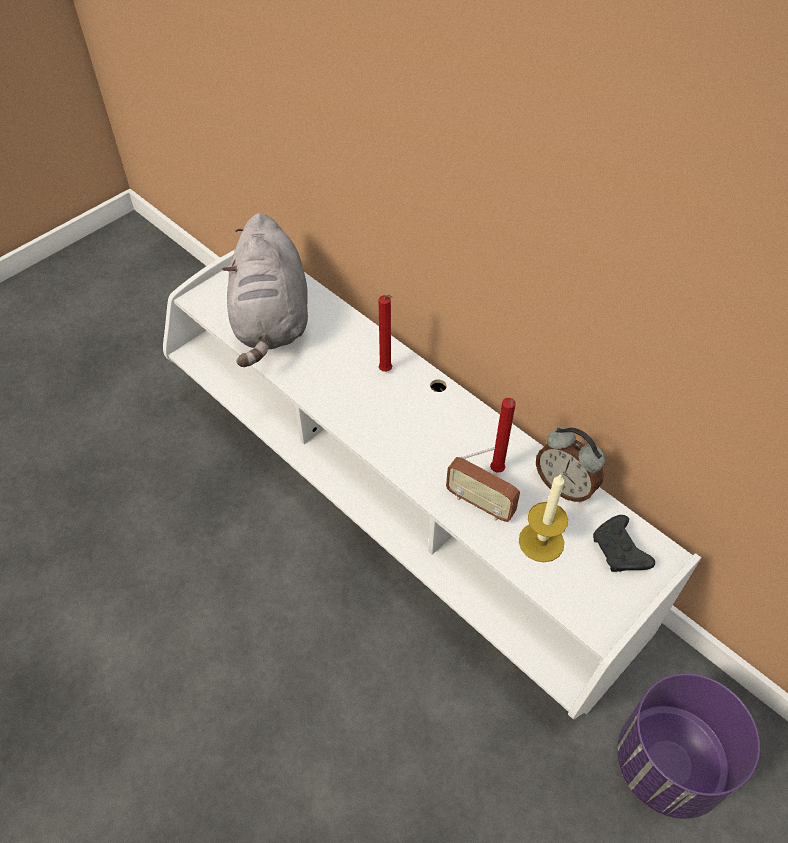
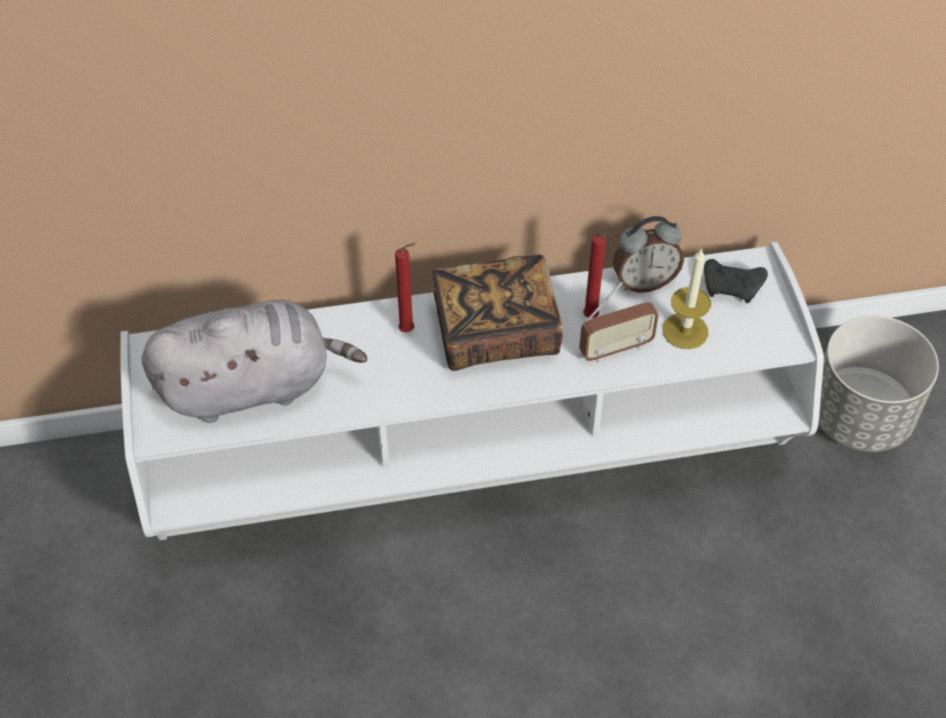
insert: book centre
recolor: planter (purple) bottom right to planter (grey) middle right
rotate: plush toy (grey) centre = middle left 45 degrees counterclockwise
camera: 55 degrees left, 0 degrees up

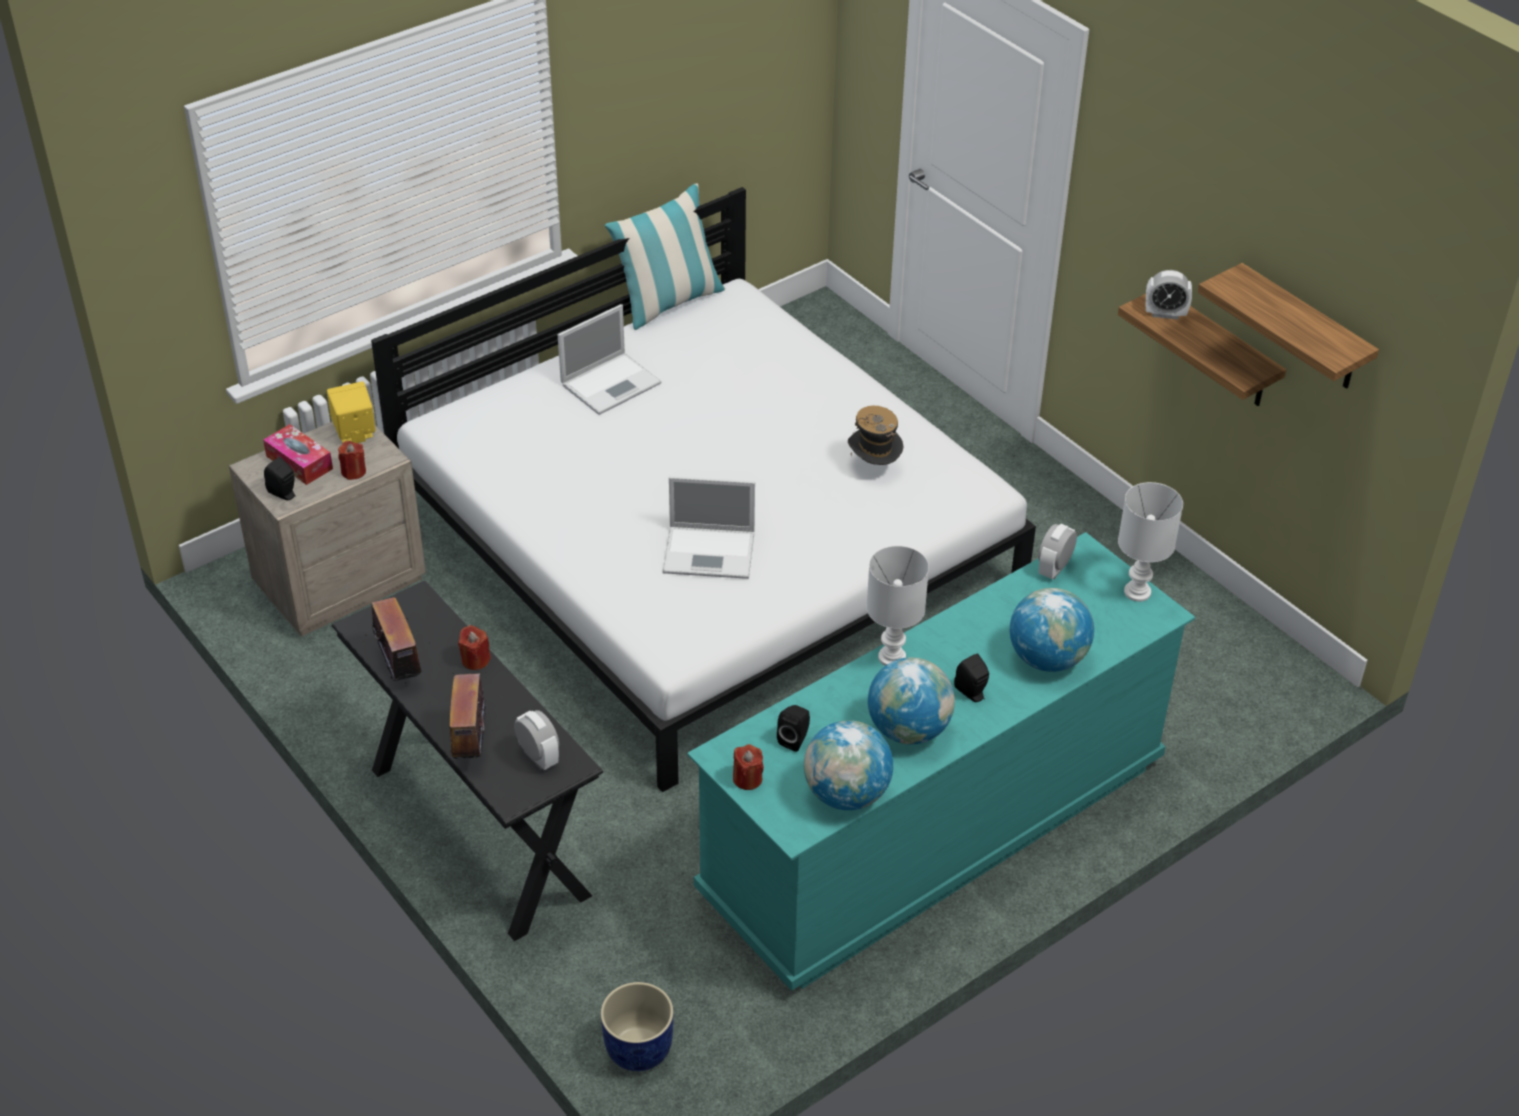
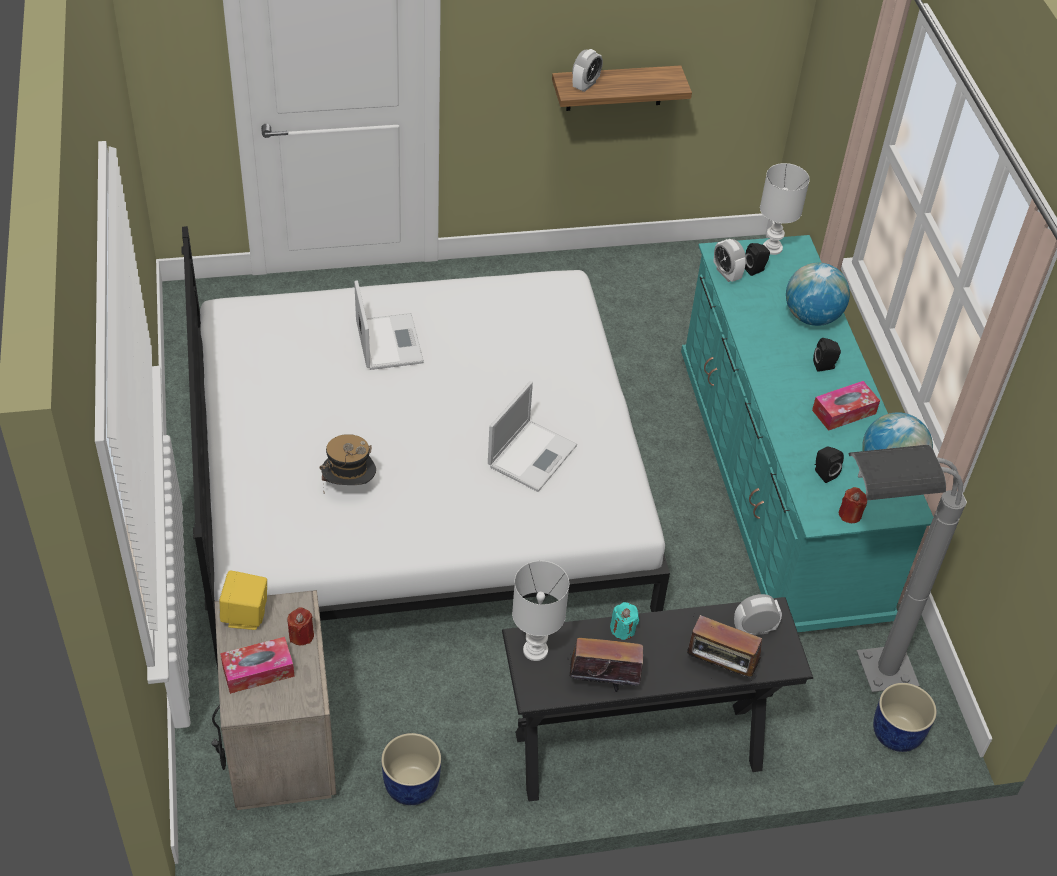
delete: pillow top centre; shelf (2nd from left) top right
insert: planter (blue) (1st from left) bottom centre; floor lamp (grey) middle right
move: speaker (black) (1st from left) middle left to top right; laptop (1st from left) top centre to centre; hat centre to middle left; table lamp (white) (1st from left) centre to bottom centre
replace: globe (2nd from left) centre to tissue box (2nd from left) middle right
recolor: candle (red) (2nd from left) middle left to candle (turquoise) bottom centre
camera: 65 degrees left, 5 degrees up

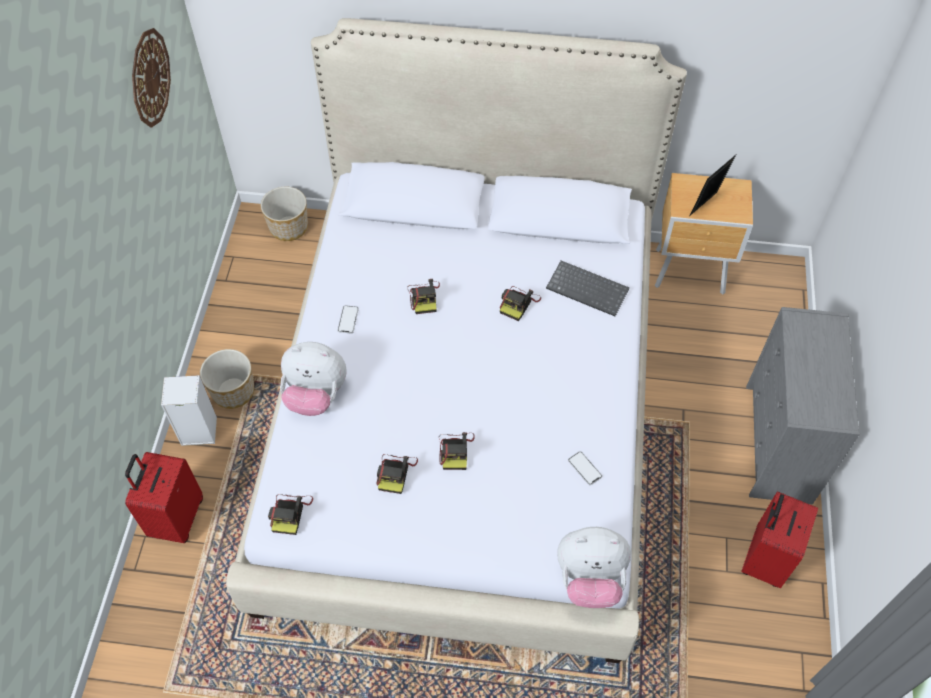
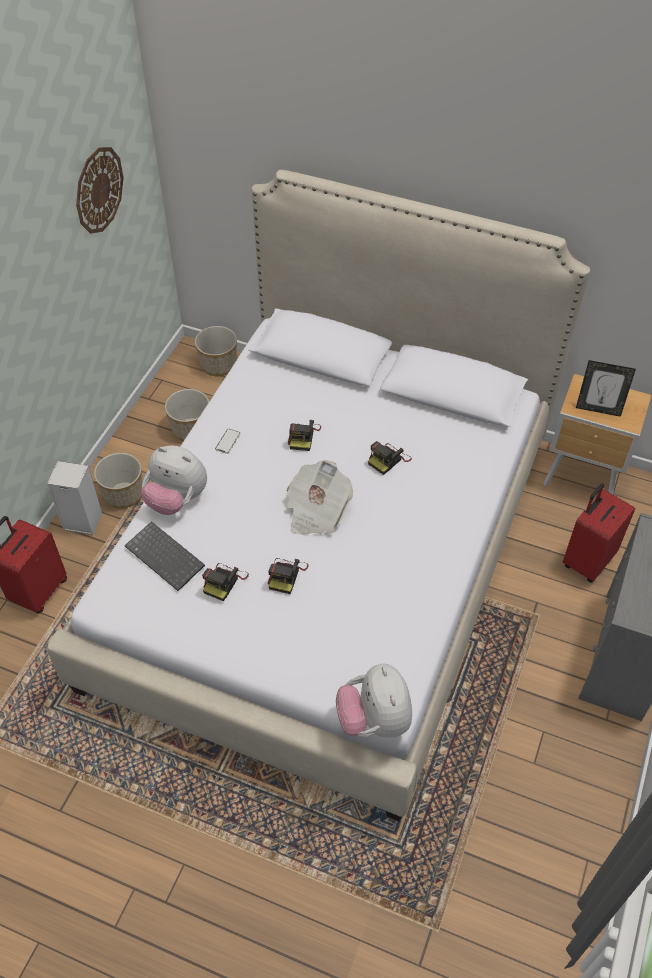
delete: photo camera (1st from left) bottom left; phone (2nd from left) bottom centre
insert: planter (2nd from left) middle left; newspaper centre
move: keyboard centre to middle left; suitcase (red) (2nd from left) bottom right to middle right
rotate: plush toy (2nd from left) bottom centre = bottom centre 60 degrees clockwise; picture frame top right = middle right 135 degrees counterclockwise
camera: 15 degrees right, 5 degrees down

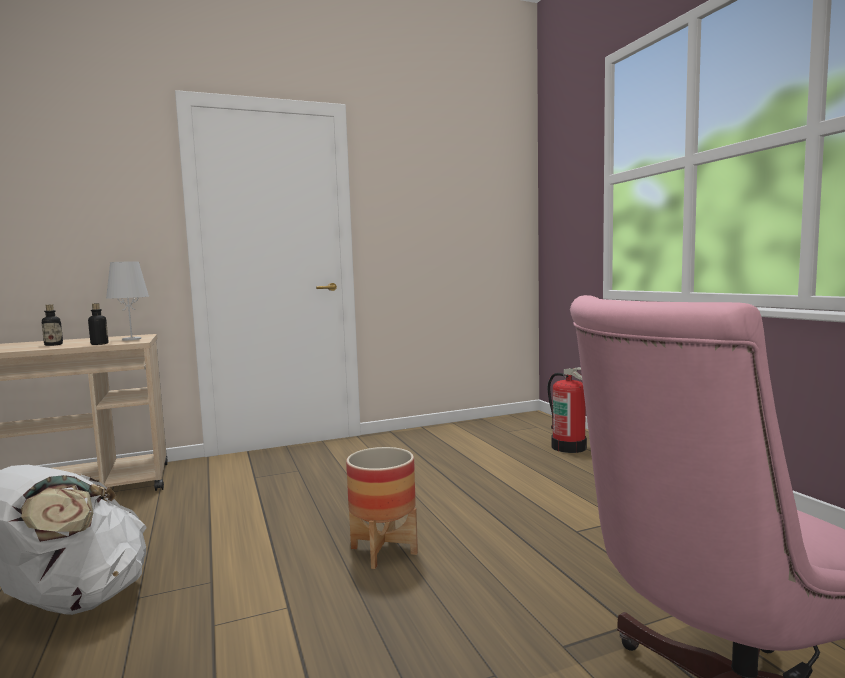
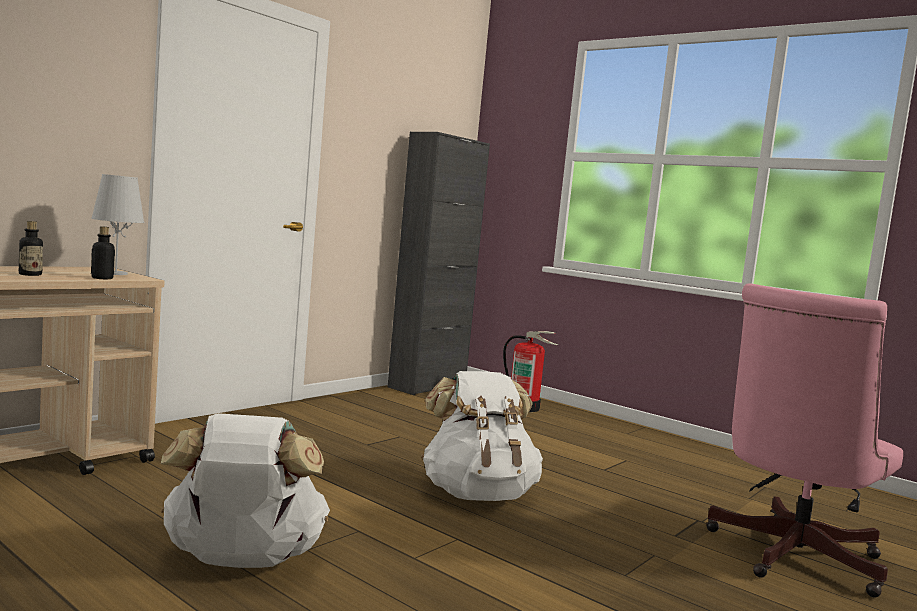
insert: cabinet (black) centre
replace: planter bottom centre to backpack (white) (2nd from left) bottom centre
camera: 30 degrees left, 0 degrees up

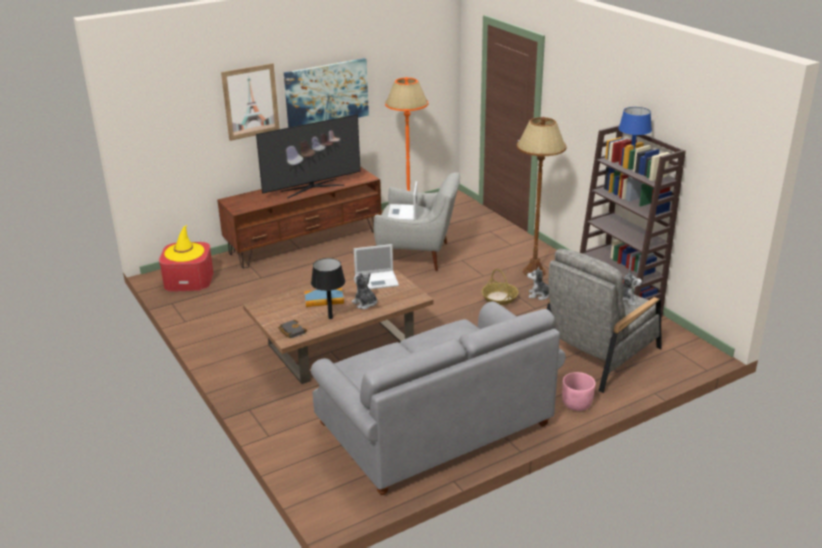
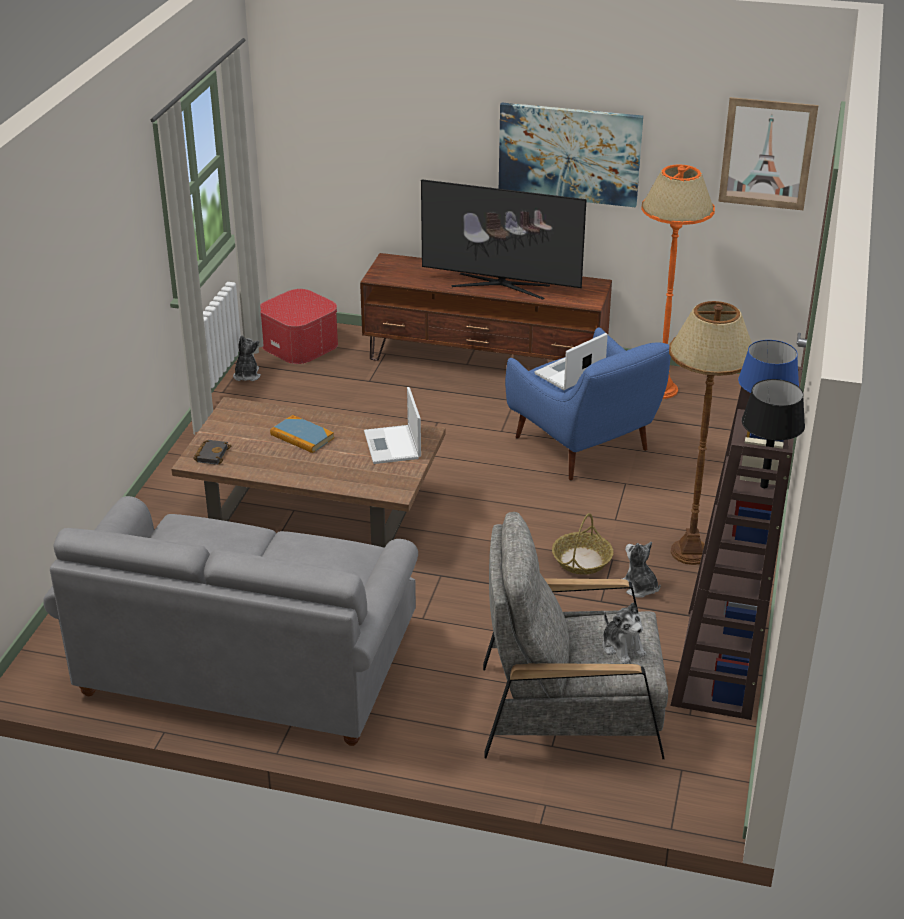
delete: hat (yellow) middle left; planter (pink) bottom right
move: picture (1st from left in the first image) top left to picture (2nd from left) top right; table lamp (black) centre to middle right; plush toy (1st from left) centre to middle left
recolor: armchair (grey) (1st from left) centre to armchair (blue) centre
rotate: laptop (1st from left) centre = centre 45 degrees clockwise
camera: 45 degrees right, 5 degrees up

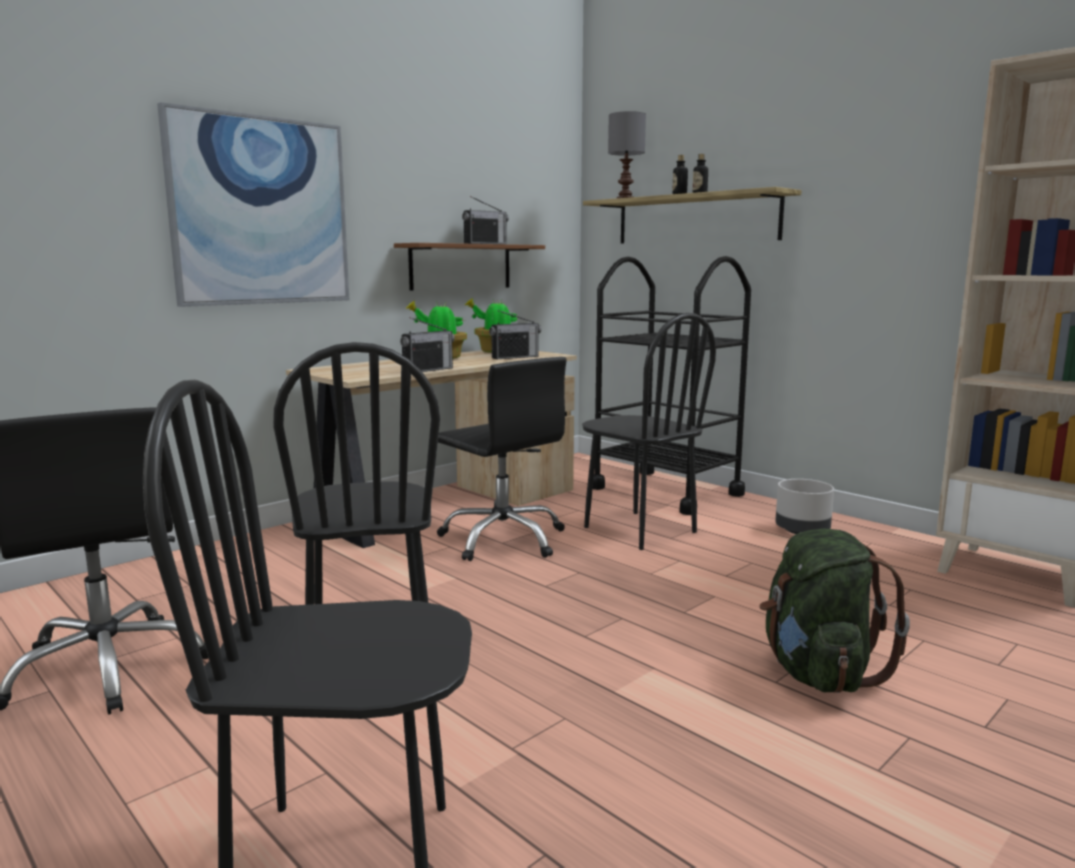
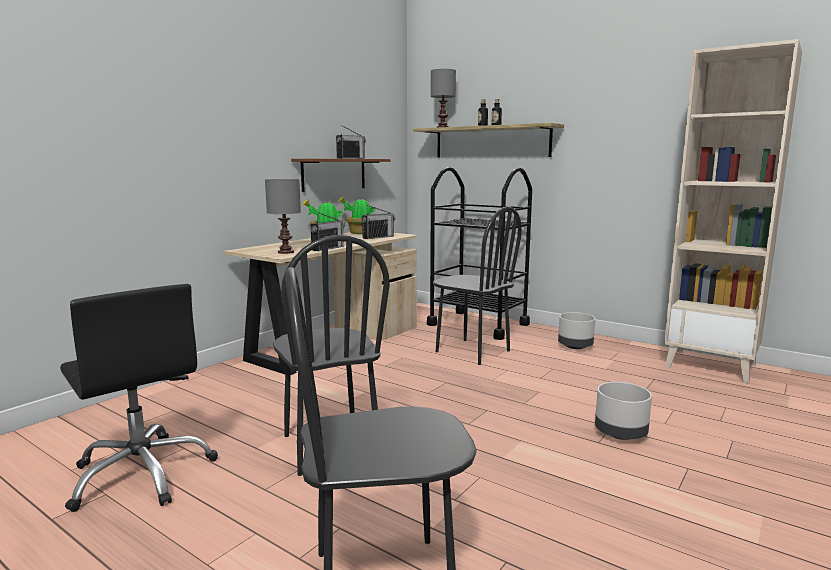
delete: picture top left; office chair (black) (2nd from left) centre
insert: table lamp (grey) (1st from left) centre
replace: backpack (green) bottom right to planter (grey) (2nd from left) bottom right
camera: 10 degrees left, 0 degrees up

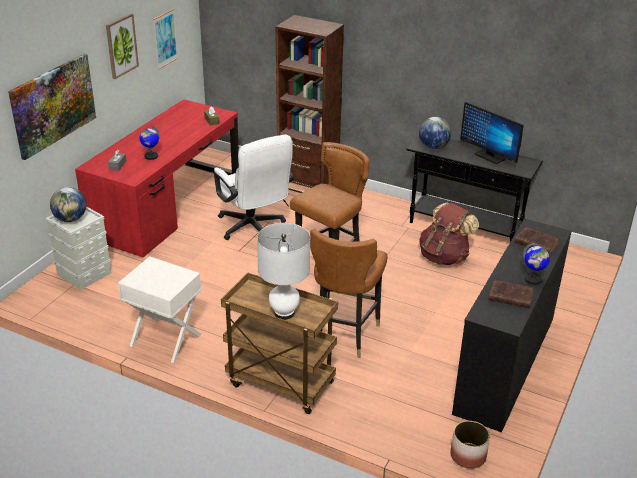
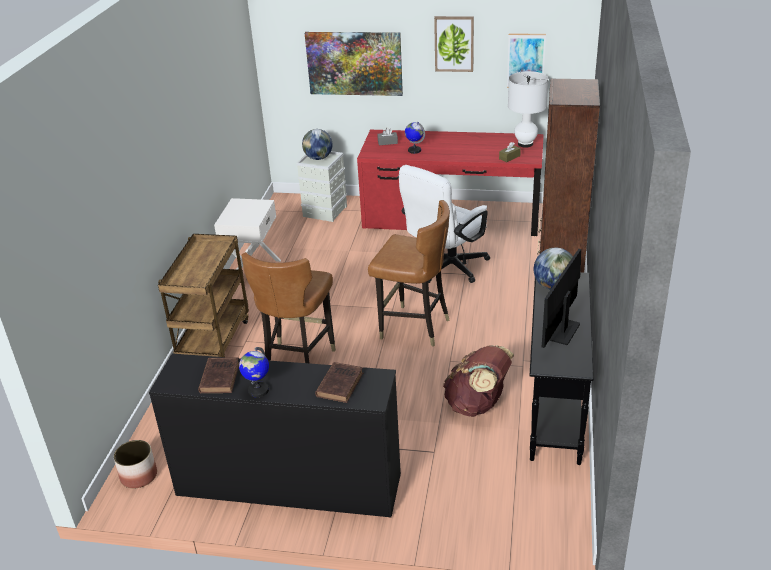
move: table lamp (white) centre to top right
rotate: chair (brown) (2nd from left in the first image) centre = centre 75 degrees counterclockwise
camera: 75 degrees right, 0 degrees up

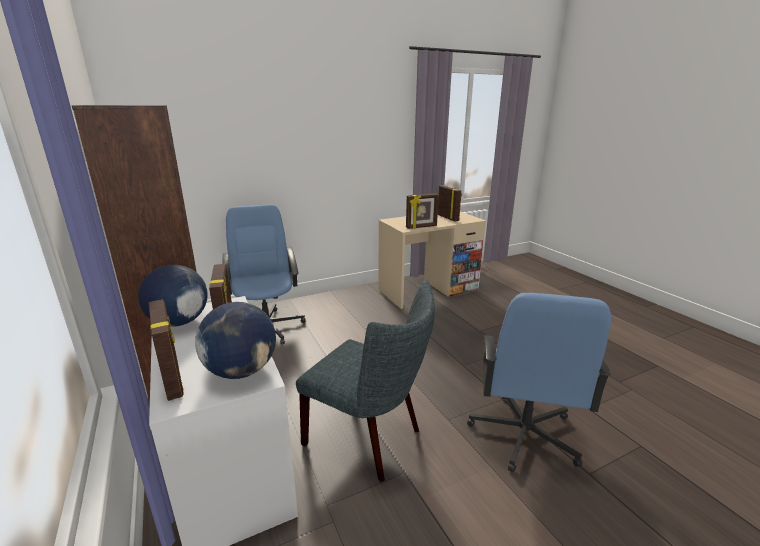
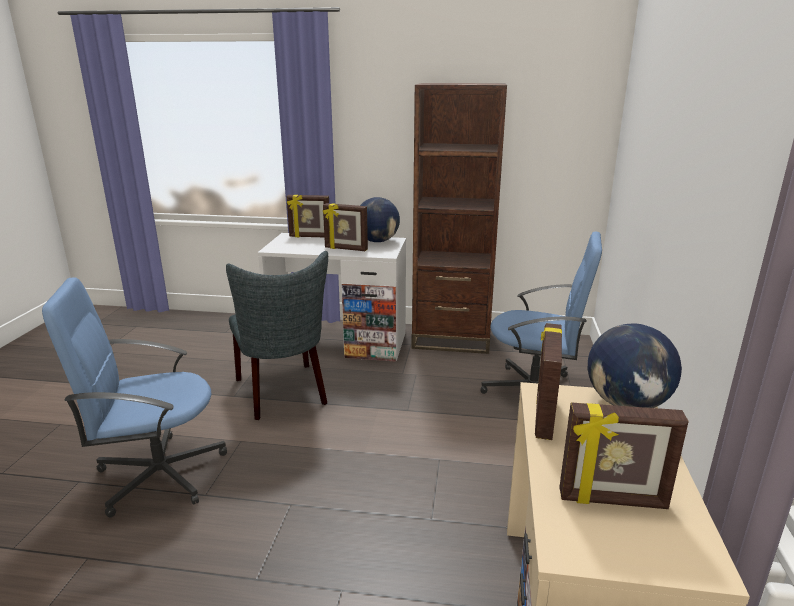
move: globe (2nd from left) middle left to middle right
rotate: chair (grey) bottom centre = centre 90 degrees counterclockwise; office chair (blue) (2nd from left in the first image) bottom right = middle left 60 degrees counterclockwise
camera: 125 degrees right, 0 degrees up

